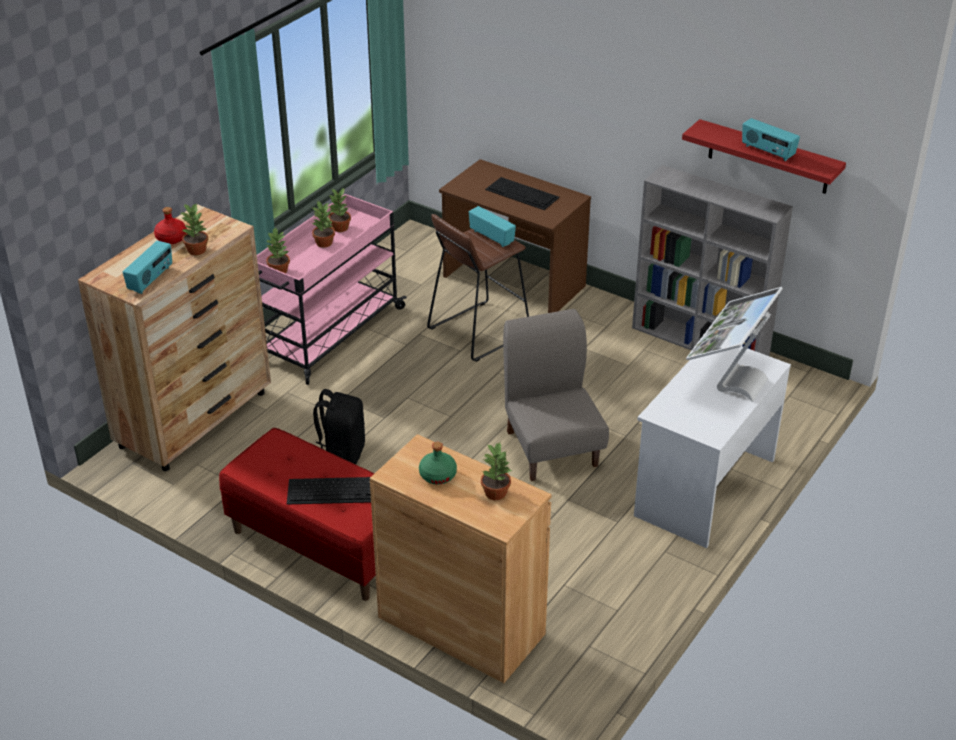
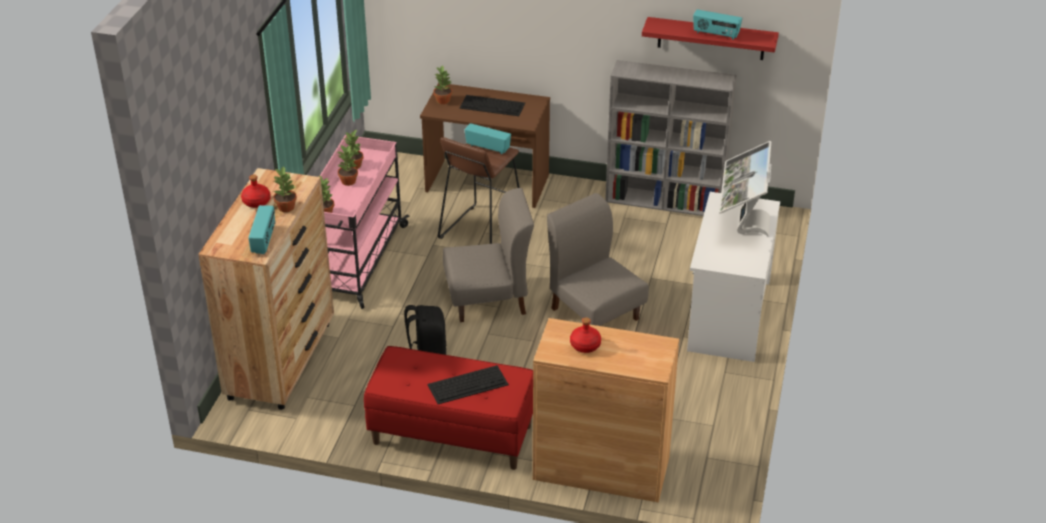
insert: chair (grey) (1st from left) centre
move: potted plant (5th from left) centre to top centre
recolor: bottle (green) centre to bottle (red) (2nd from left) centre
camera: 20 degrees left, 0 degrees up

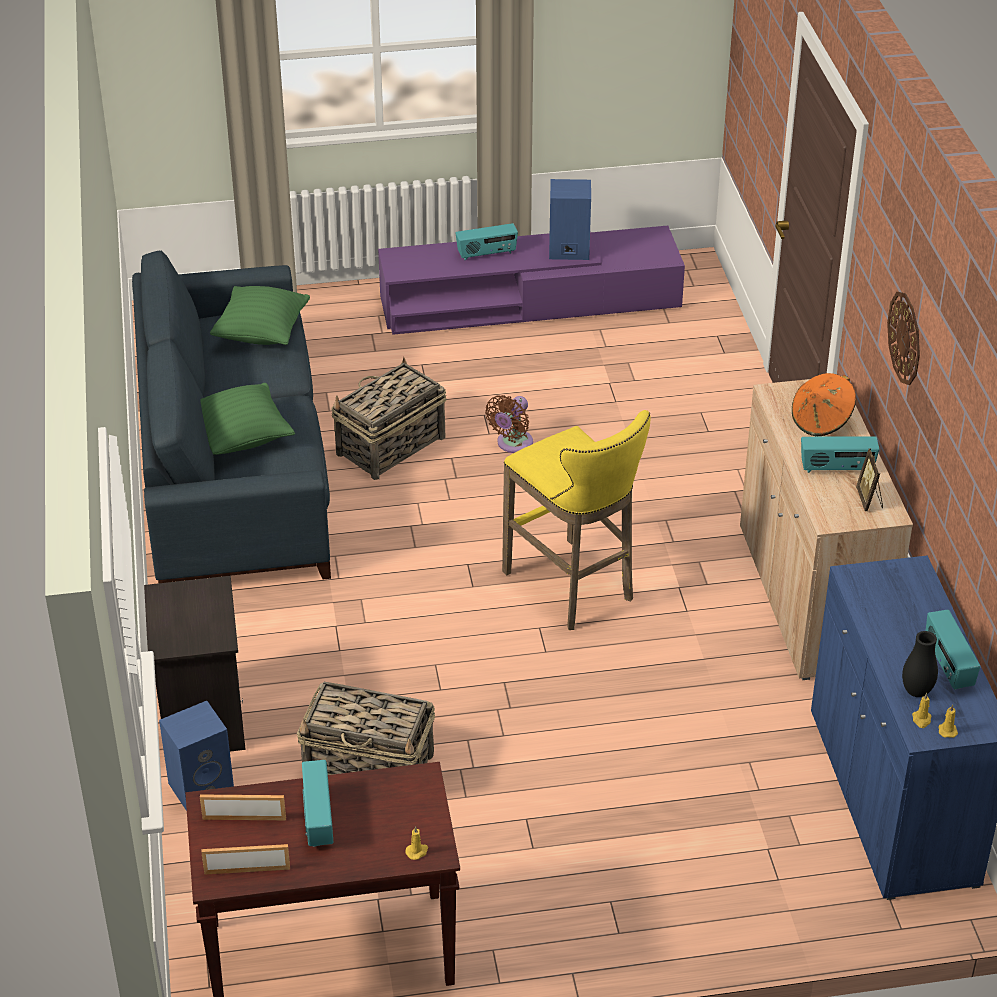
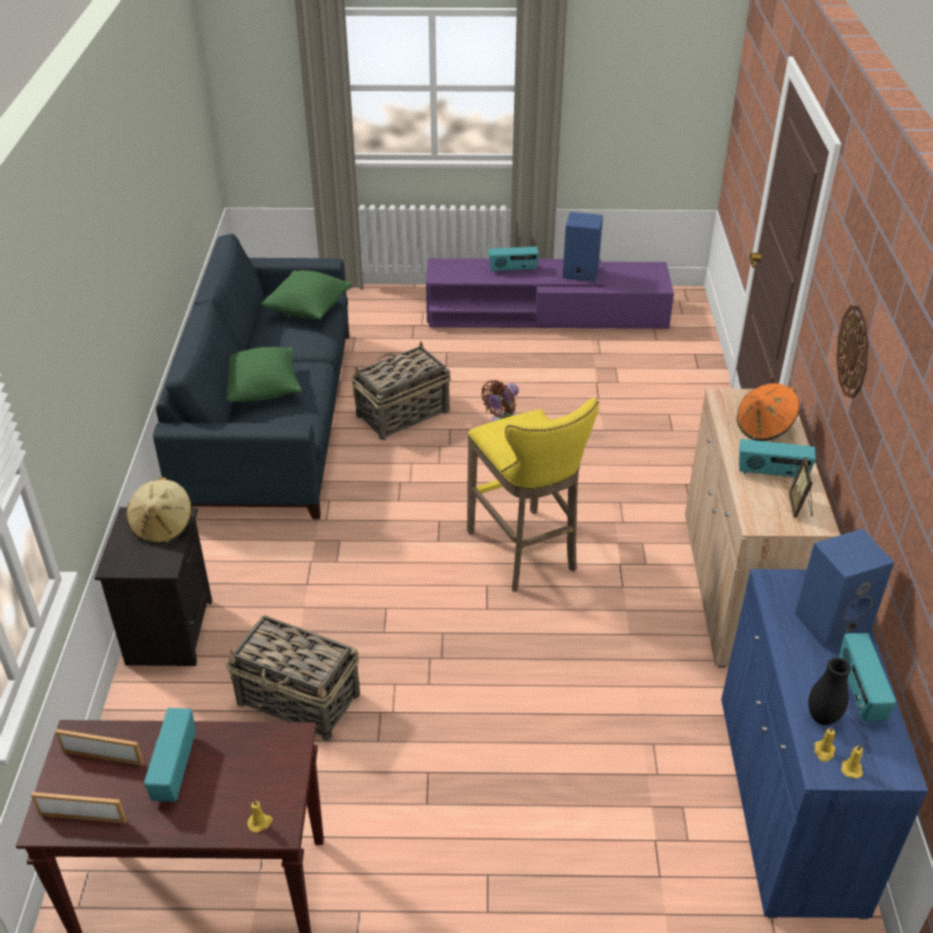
insert: hat (beige) middle left
move: speaker (blue) (1st from left in the first image) bottom left to speaker (blue) (2nd from left) middle right
camera: 10 degrees right, 0 degrees up

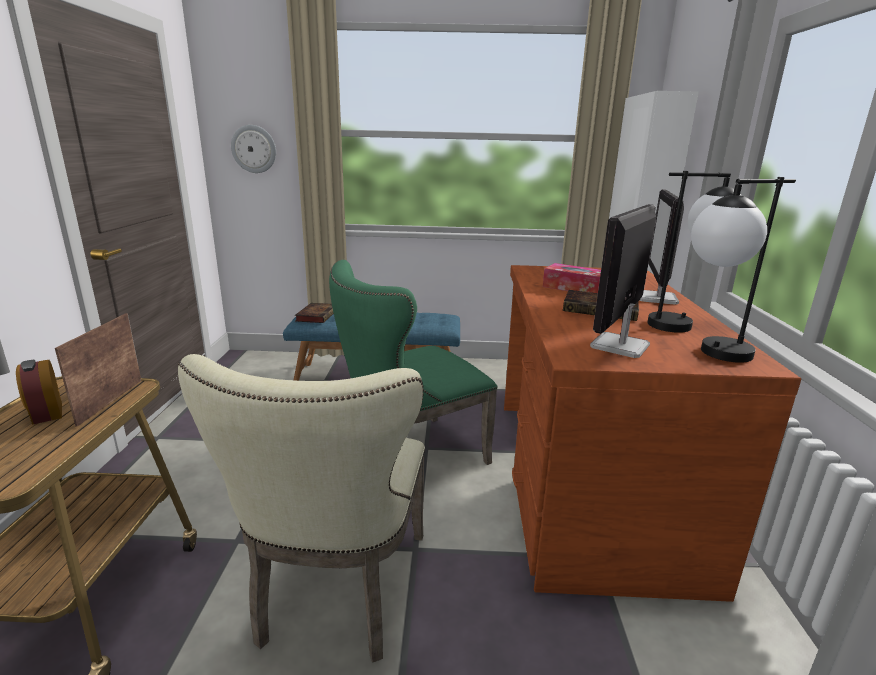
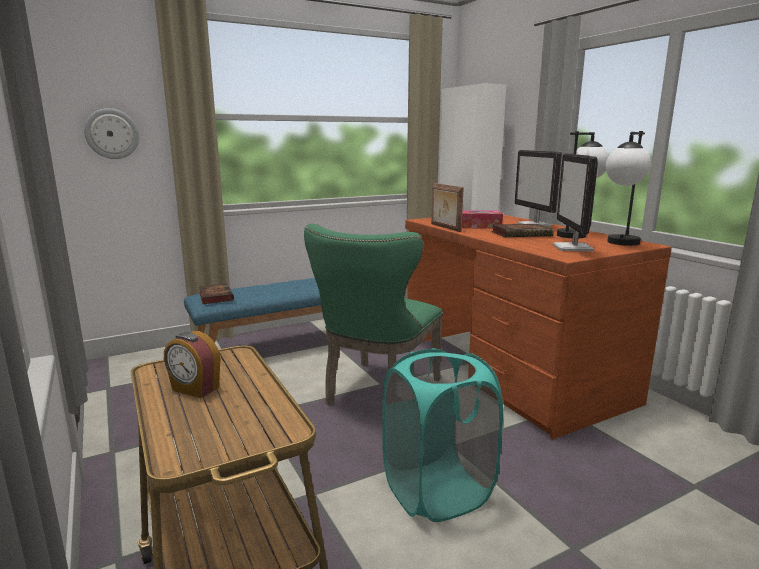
move: picture frame middle left to centre
replace: chair (beige) bottom centre to laundry basket (turquoise) bottom centre
camera: 30 degrees left, 5 degrees down

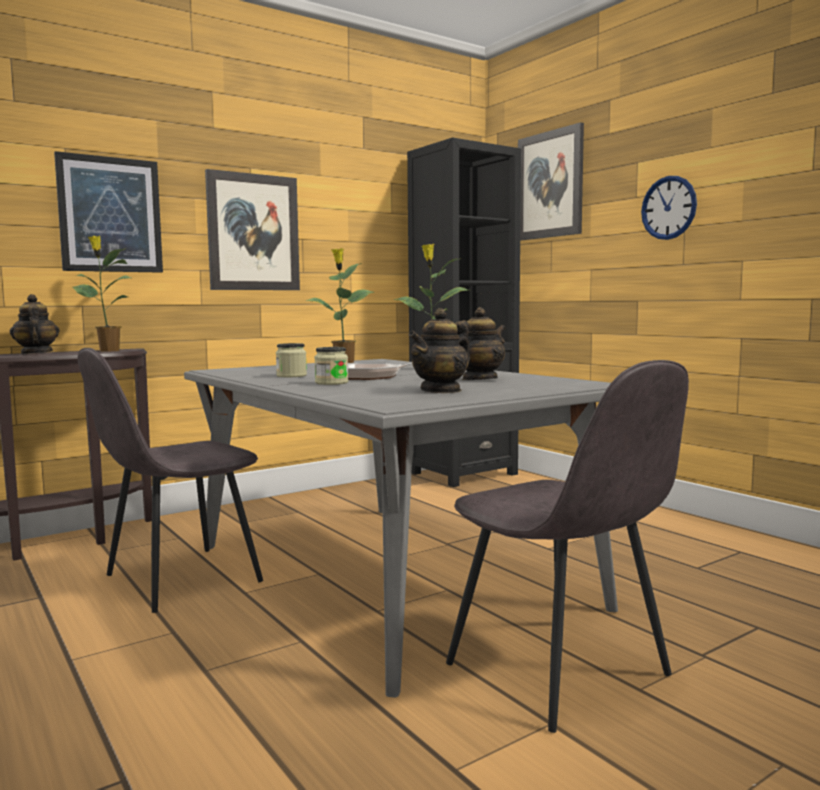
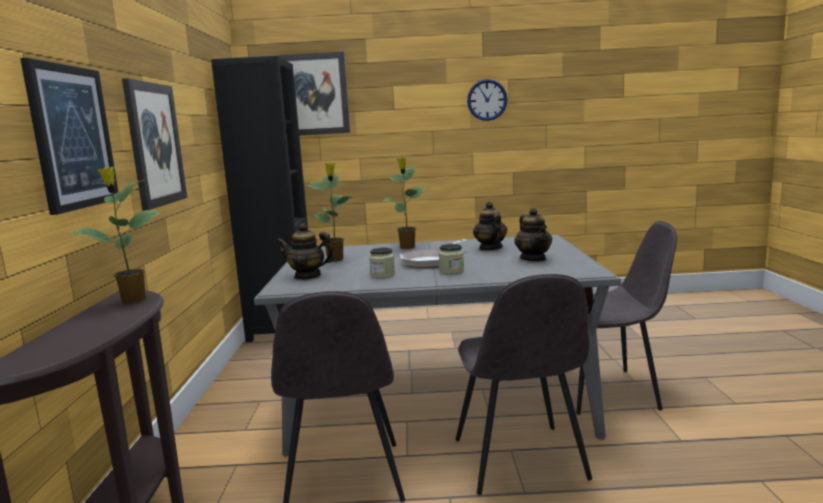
insert: chair (grey) (2nd from left) bottom centre
move: teapot (1st from left) middle left to centre; wall clock top right to top centre
camera: 55 degrees left, 5 degrees up

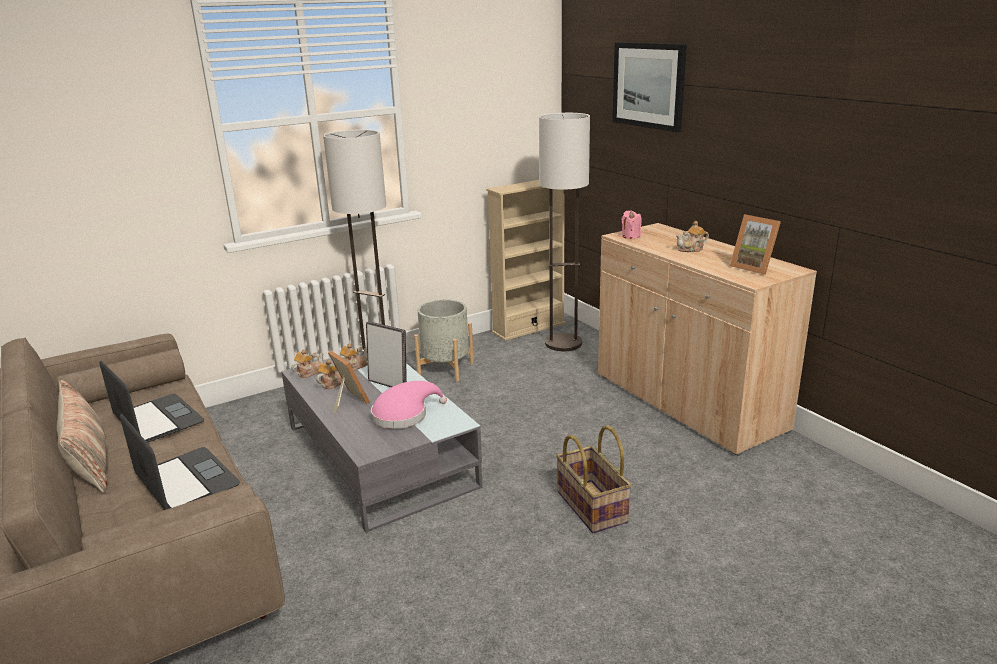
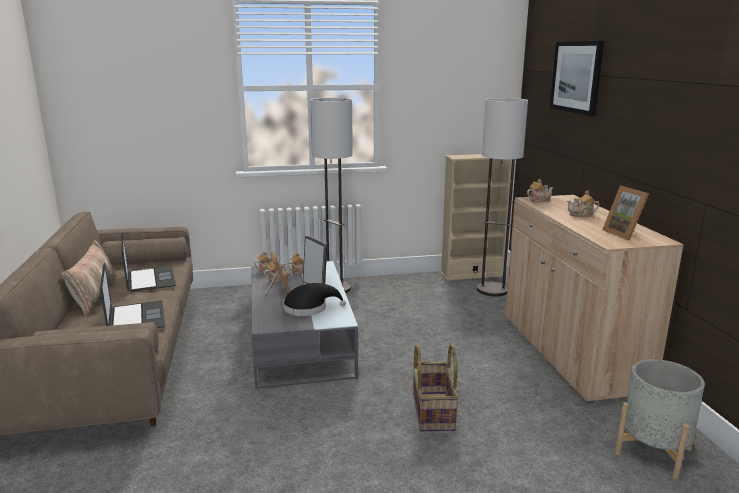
move: planter (grey) centre to bottom right
replace: candle (pink) centre to teapot (4th from left) middle right
recolor: hat (pink) centre to hat (black) centre
camera: 20 degrees right, 5 degrees down

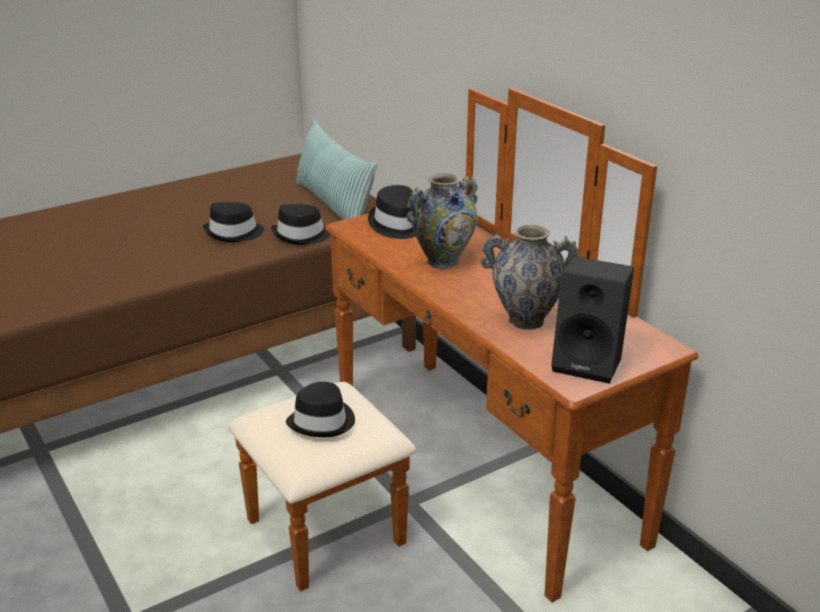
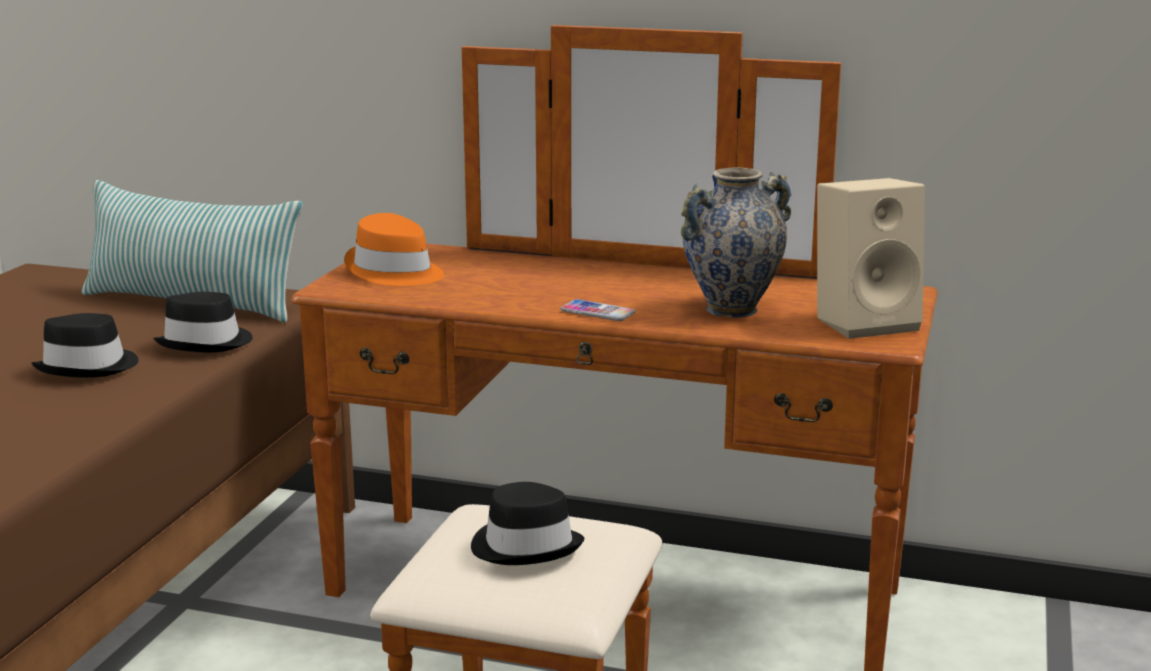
delete: vase (1st from left) centre
insert: phone centre
recolor: hat (black) (4th from left) centre to hat (orange) centre; speaker (black) middle right to speaker (beige) middle right
camera: 40 degrees left, 10 degrees down

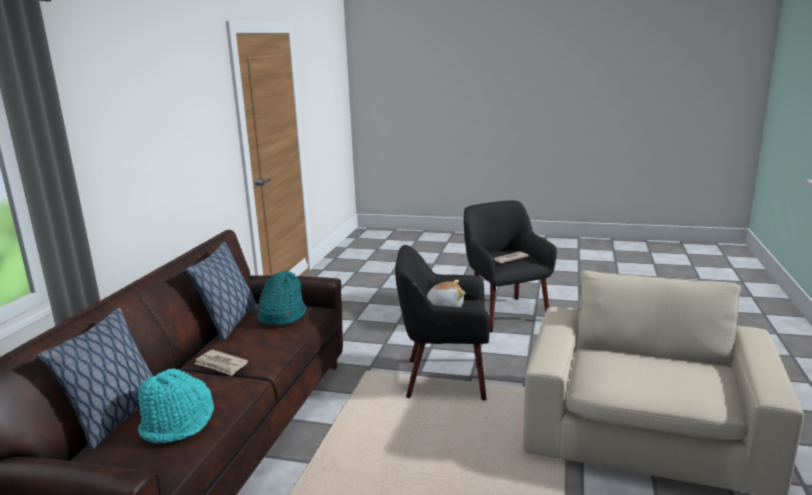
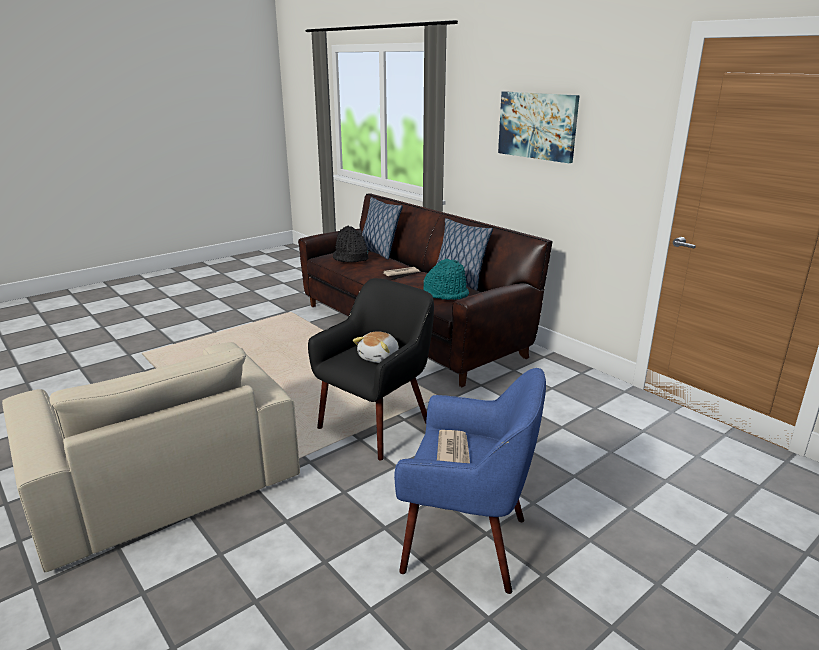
insert: picture top centre
recolor: hat (turquoise) (1st from left) bottom left to hat (black) centre; armchair (black) (2nd from left) centre to armchair (blue) bottom centre
camera: 125 degrees right, 5 degrees up

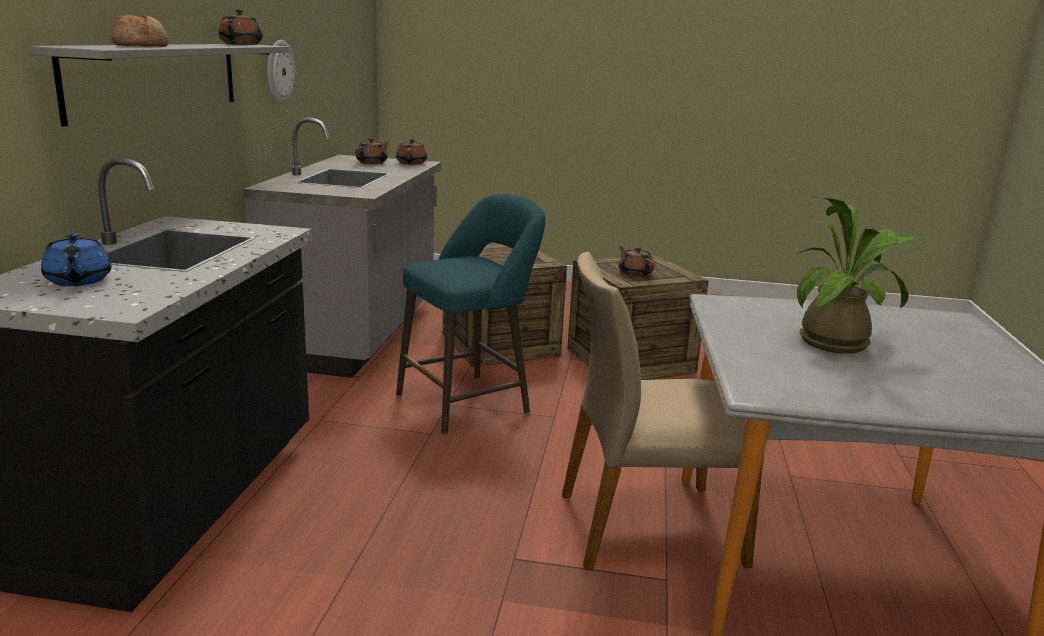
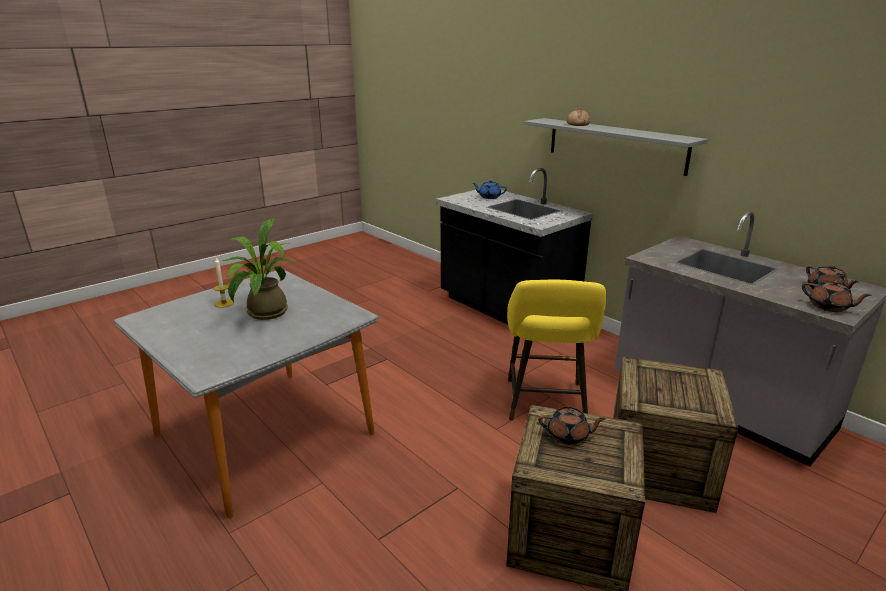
delete: teapot (brown) (1st from left) top left; wall clock top left; chair (beige) centre
insert: candle middle left
recolor: stool (turquoise) centre to stool (yellow) centre
camera: 130 degrees right, 5 degrees up

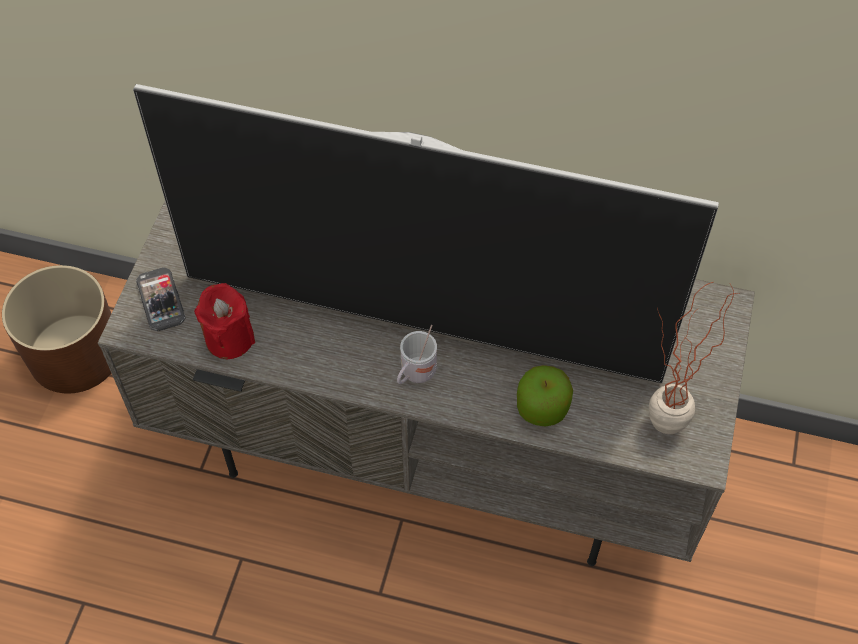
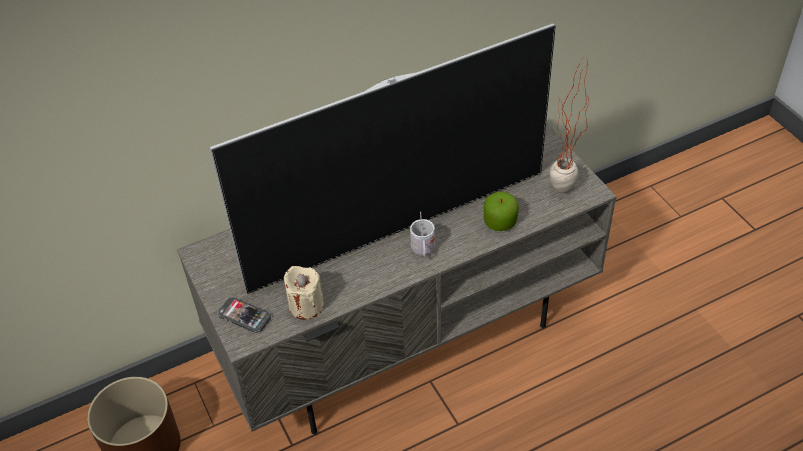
recolor: candle (red) middle left to candle (beige) centre
camera: 40 degrees left, 10 degrees down

